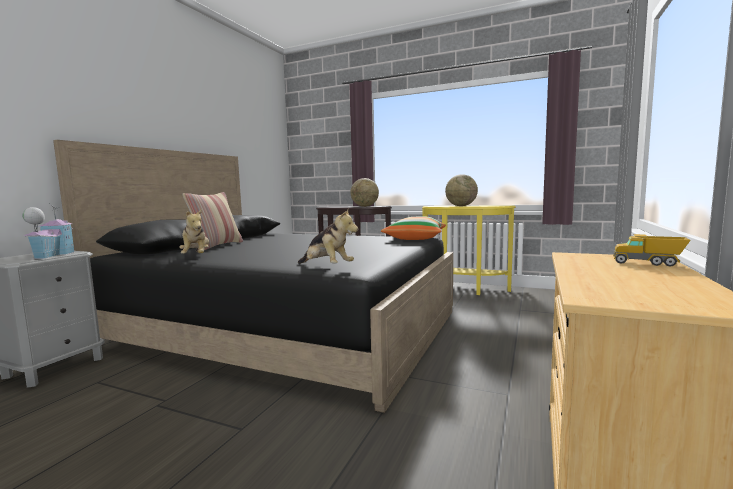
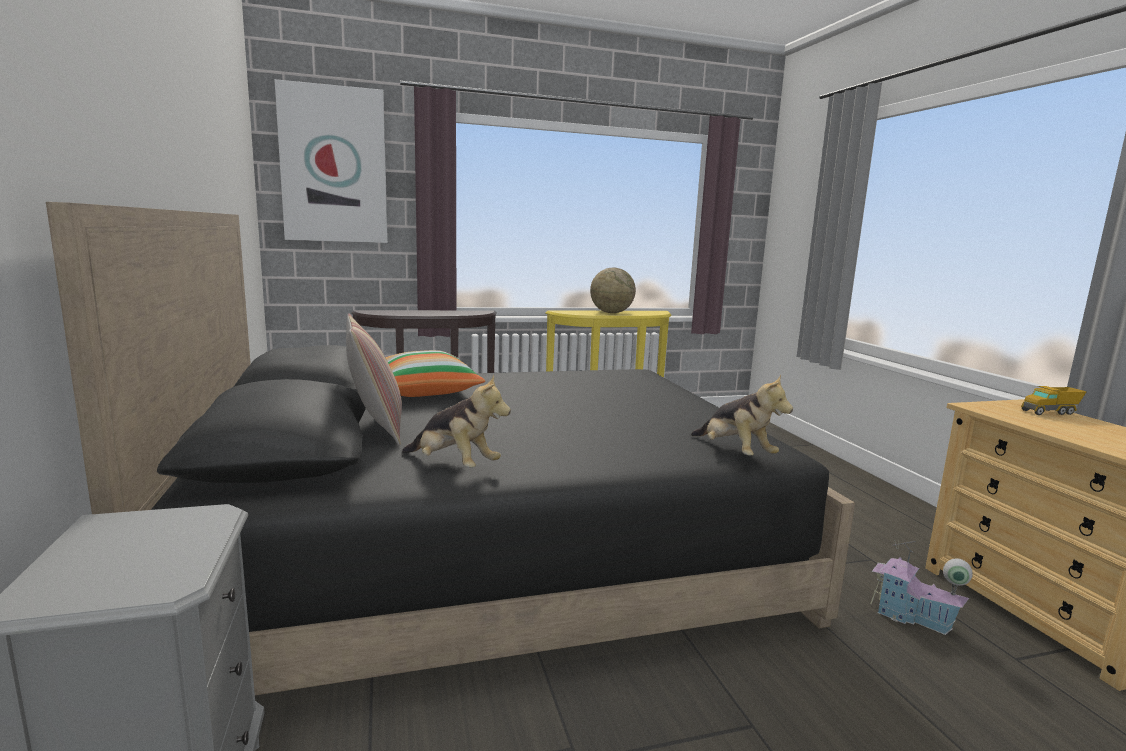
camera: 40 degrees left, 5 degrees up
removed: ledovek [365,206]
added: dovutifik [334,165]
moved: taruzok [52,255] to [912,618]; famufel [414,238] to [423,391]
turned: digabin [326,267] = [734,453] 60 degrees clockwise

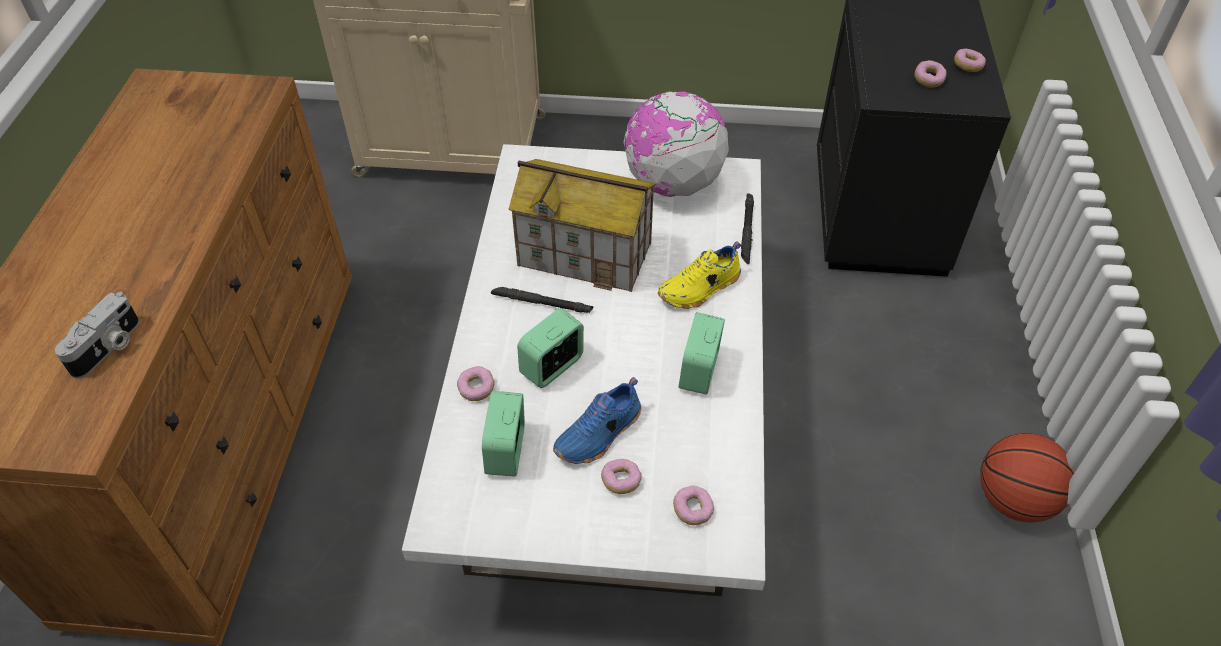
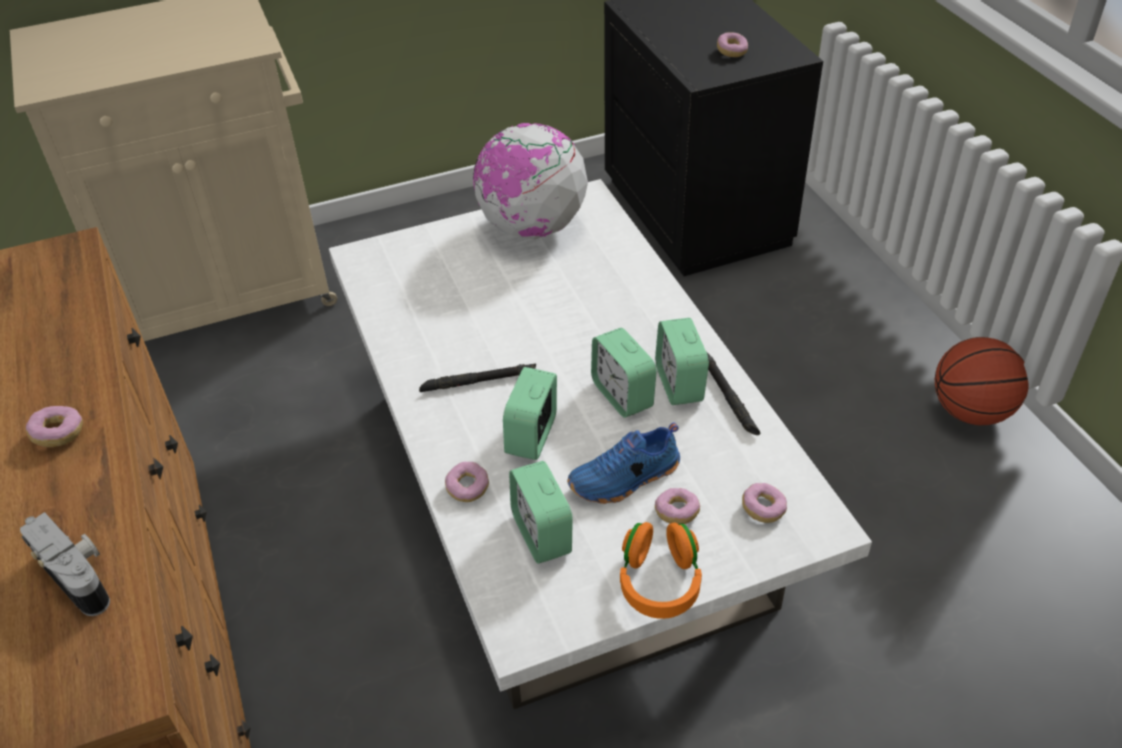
camera: 25 degrees left, 5 degrees down
removed: taruzok [586,254]; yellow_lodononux [700,289]
added: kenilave [622,395]; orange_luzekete [659,582]
moved: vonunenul [967,66] to [59,434]; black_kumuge [747,231] to [728,396]
turned: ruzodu [109,348] = [79,575] 45 degrees counterclockwise; blue_lodononux [600,435] = [625,479] 45 degrees clockwise

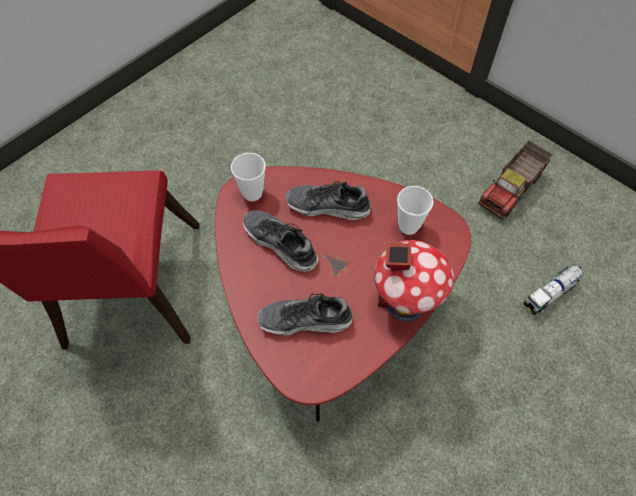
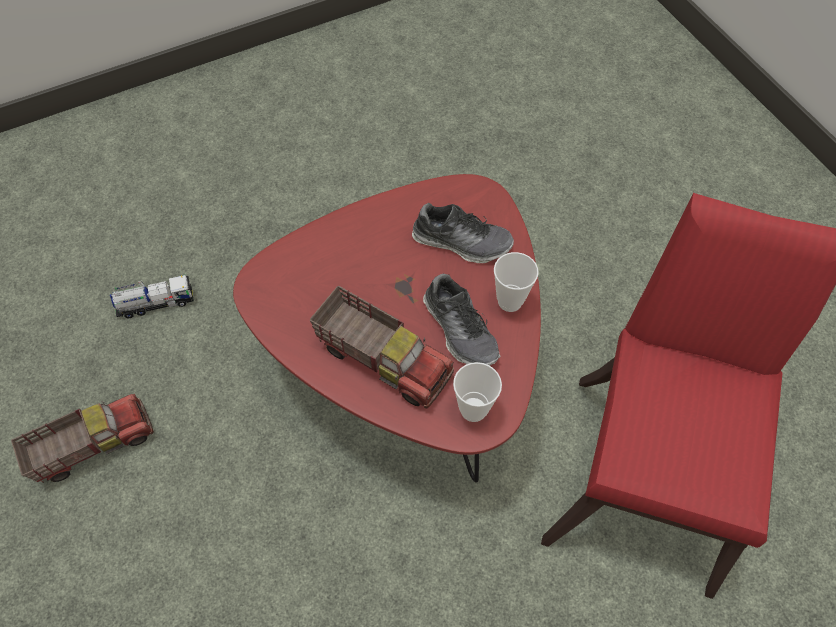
camera: 160 degrees left, 0 degrees up
removed: taruzok [405,303]
moved: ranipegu [408,226] to [510,301]
replaced: lodononux [328,206] to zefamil [384,358]

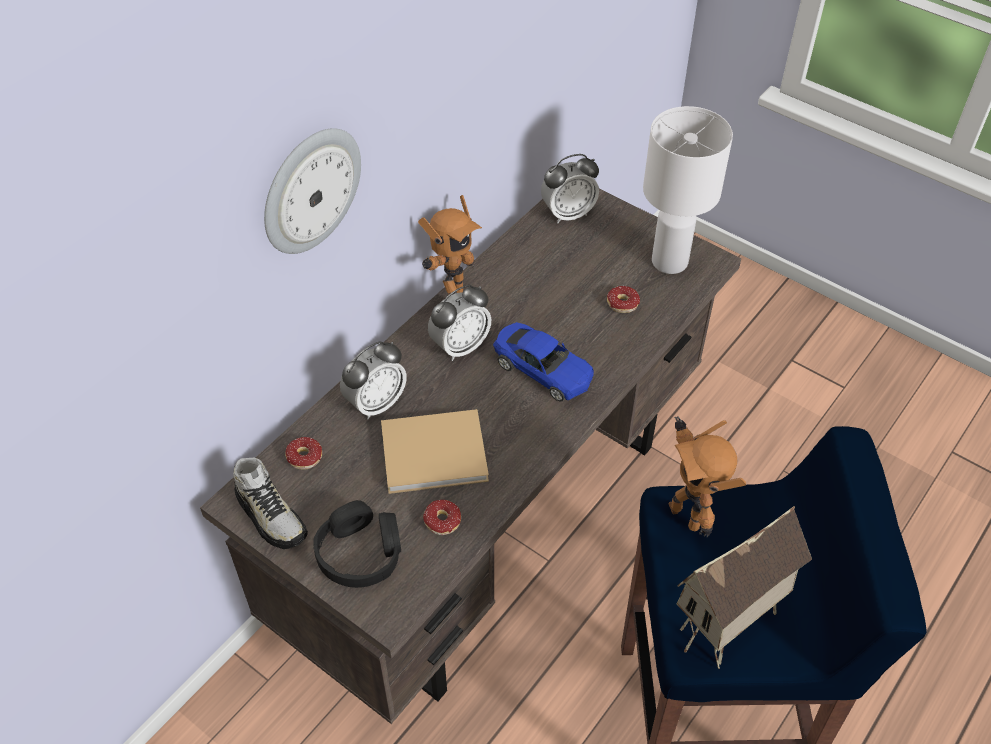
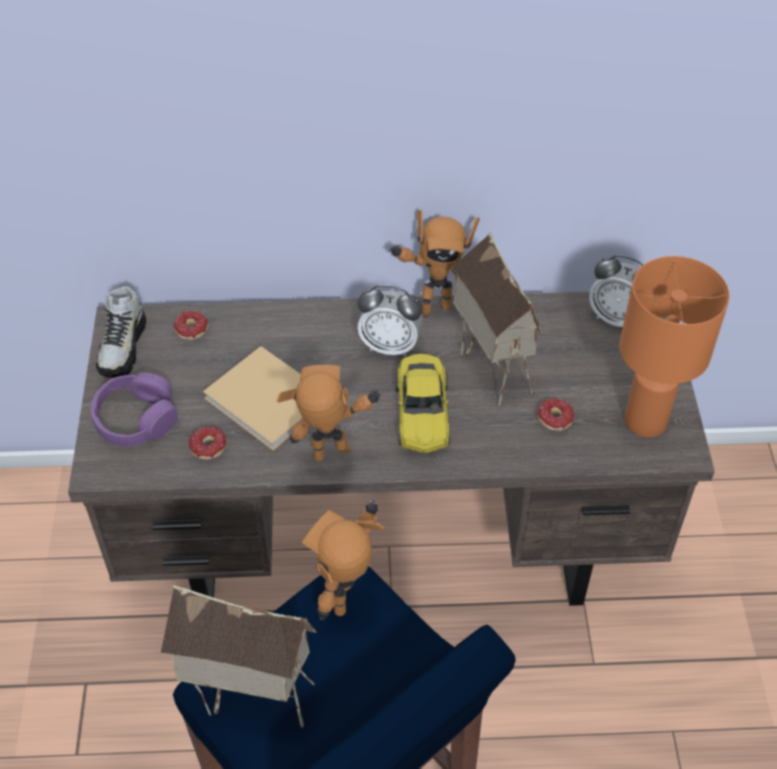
camera: 50 degrees right, 0 degrees up
removed: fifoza [310,190]; kenilave [376,403]
added: taruzok [490,368]; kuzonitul [334,458]
recoloured: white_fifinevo [671,261] to orange_fifinevo [646,421]; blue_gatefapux [543,369] to yellow_gatefapux [422,412]; black_luzekete [360,553] to purple_luzekete [136,419]

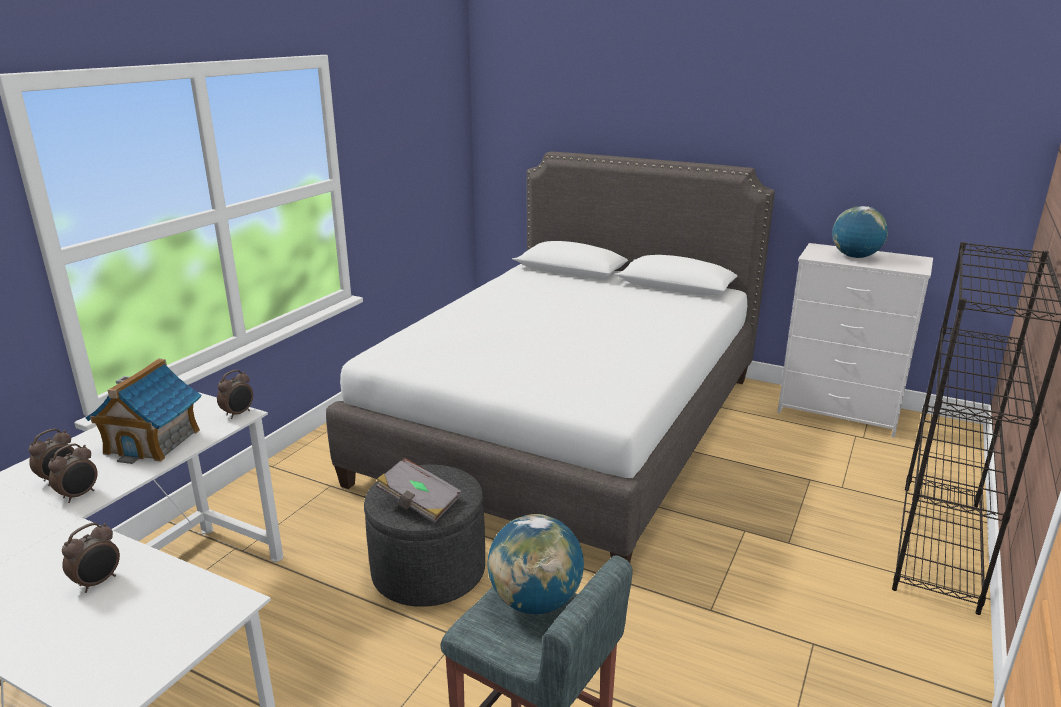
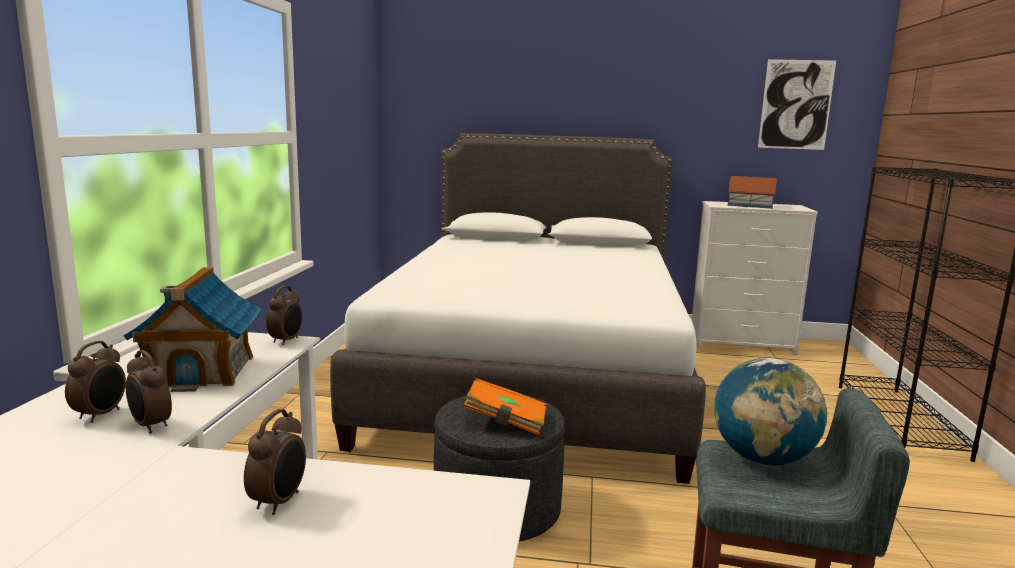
camera: 20 degrees left, 10 degrees down
added: dovutifik [796,105]
replaced: ledovek [855,257] to taruzok [749,205]
recoloured: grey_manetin [419,503] to orange_manetin [505,422]
turned: kenilave [79,495] = [150,426] 120 degrees clockwise

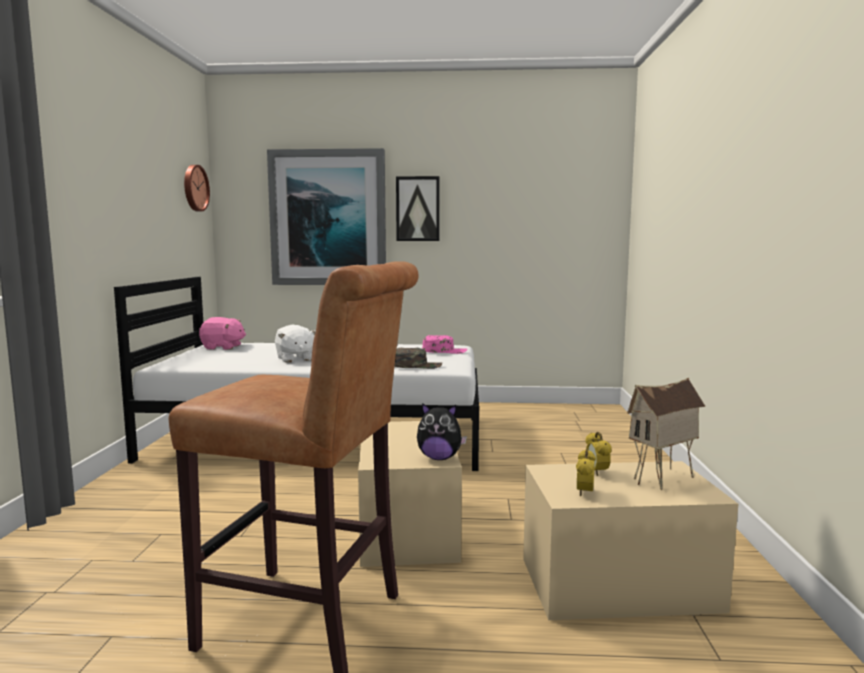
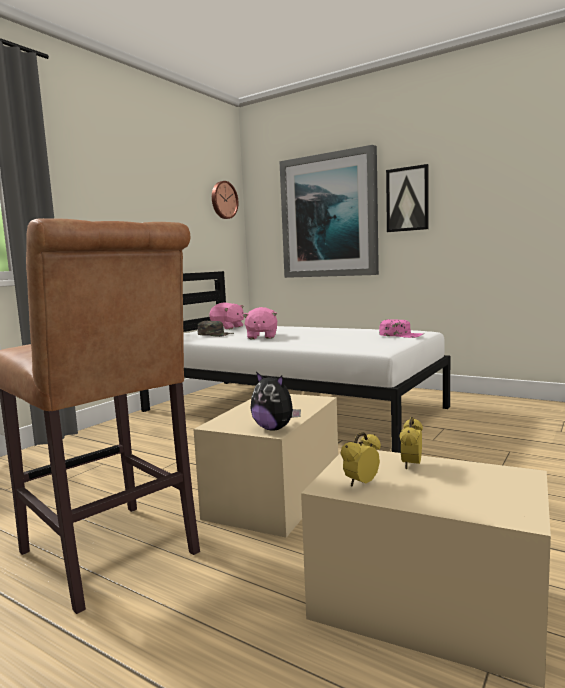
camera: 30 degrees right, 0 degrees up
removed: taruzok [663,481]
moved: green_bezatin [416,365] to [215,334]
recoloured: white_digabin [295,359] to pink_digabin [261,337]

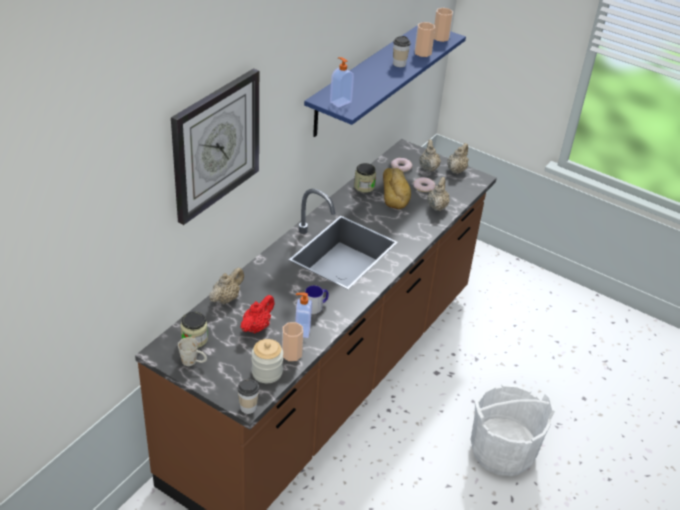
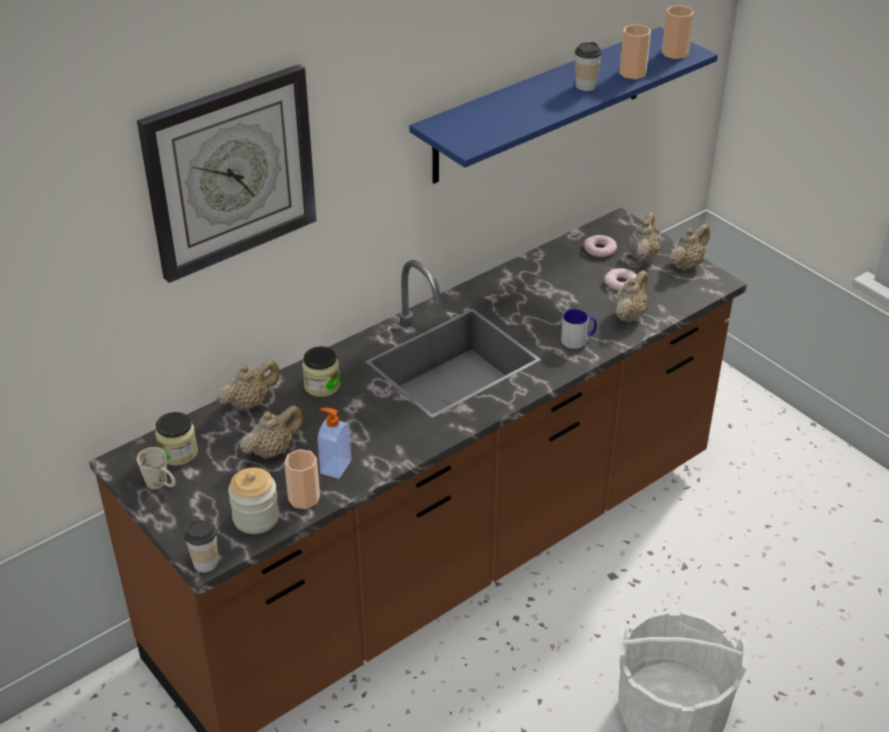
camera: 20 degrees right, 0 degrees up
removed: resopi [340,102]; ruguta [395,192]
moved: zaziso [364,186] to [322,385]; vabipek [316,306] to [578,340]
recoloured: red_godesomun [257,327] to beige_godesomun [273,450]

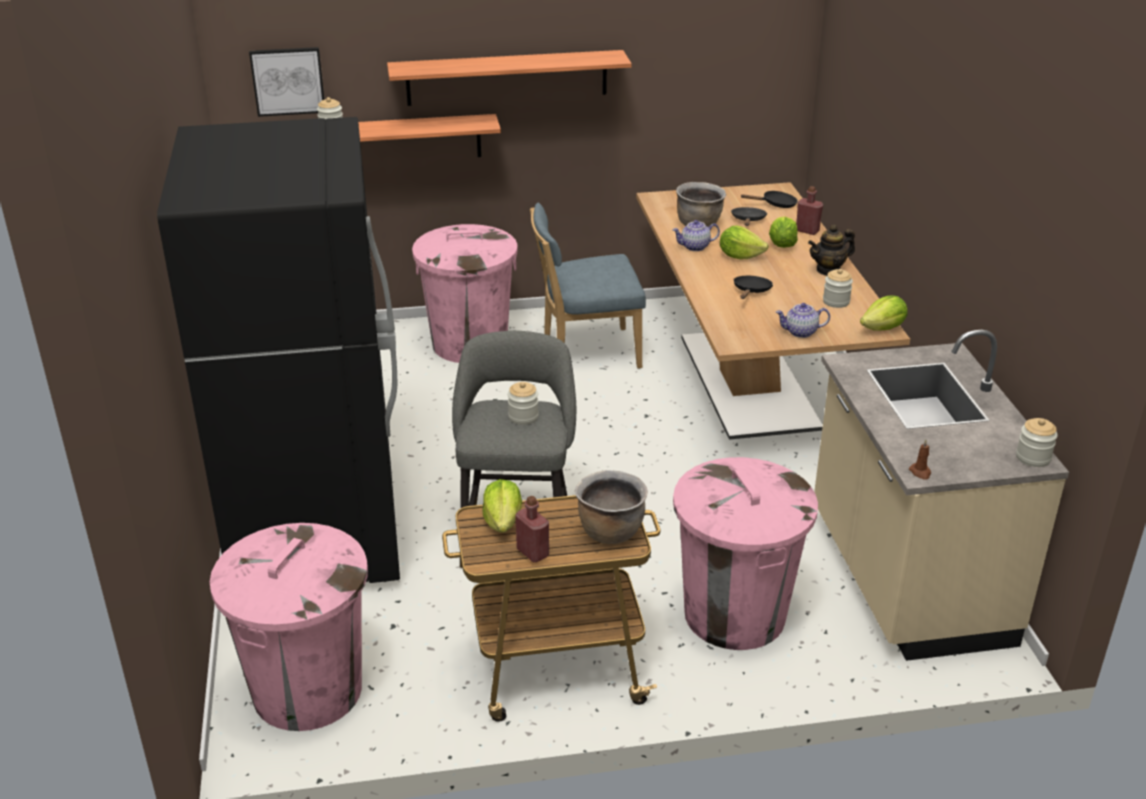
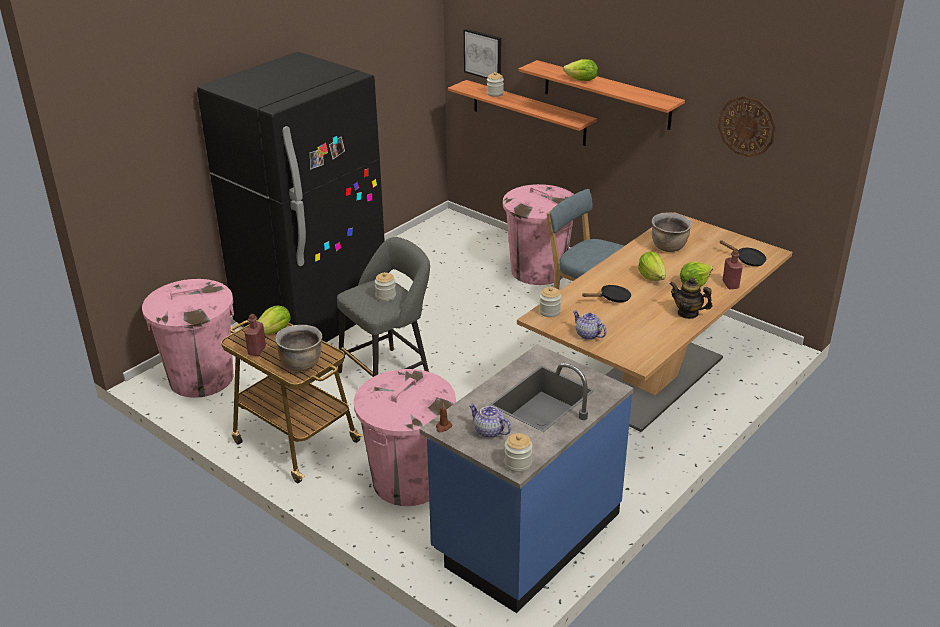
camera: 50 degrees right, 0 degrees up
removed: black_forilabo [748,220]
added: fifoza [747,126]
moved: godesomun [695,247] to [488,431]; zaziso [836,301] to [549,312]; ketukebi [883,328] to [582,80]
recoloured: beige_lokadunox [905,579] to blue_lokadunox [525,534]

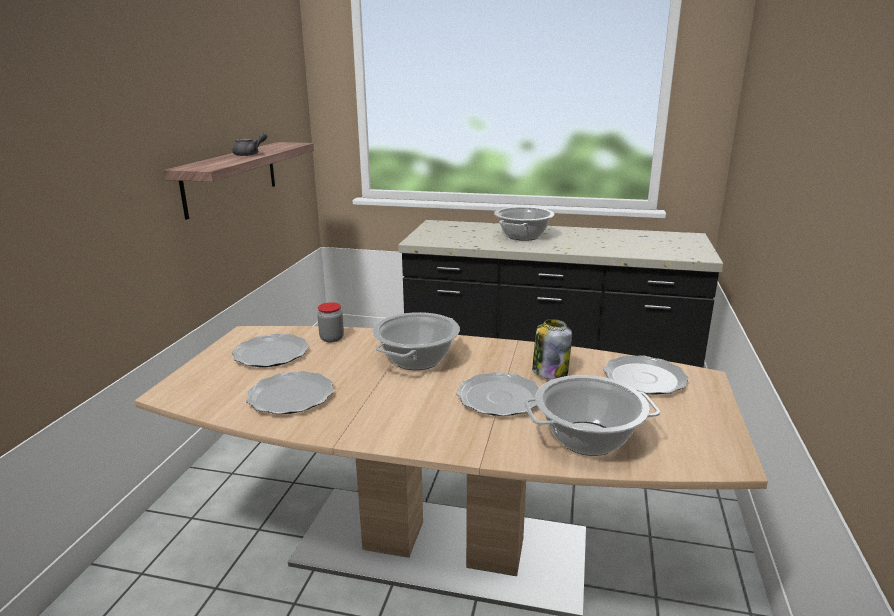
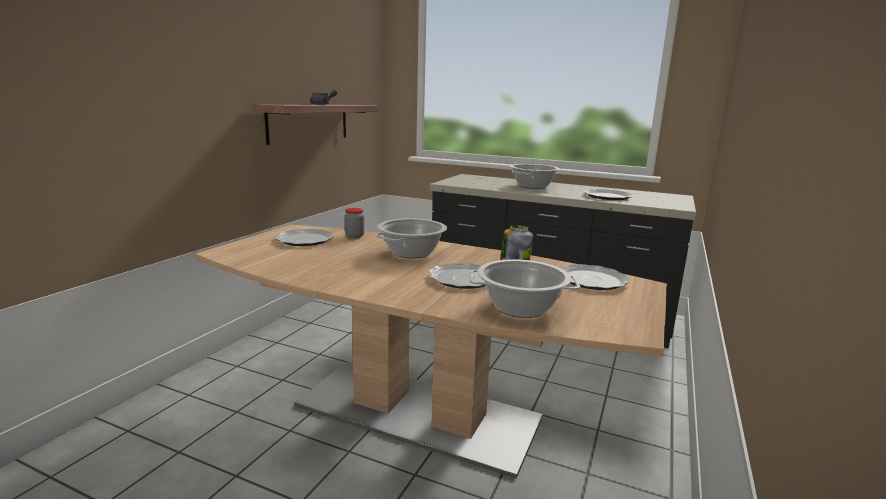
camera: 10 degrees right, 5 degrees down
moved: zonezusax [291,396] to [607,196]

